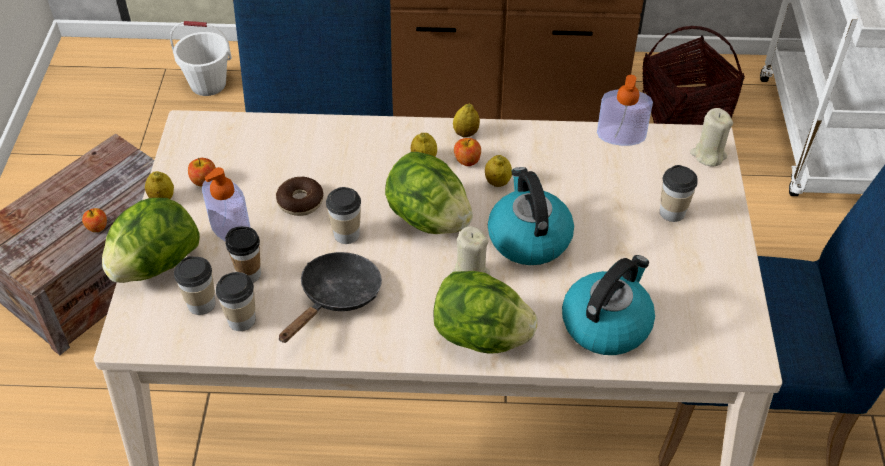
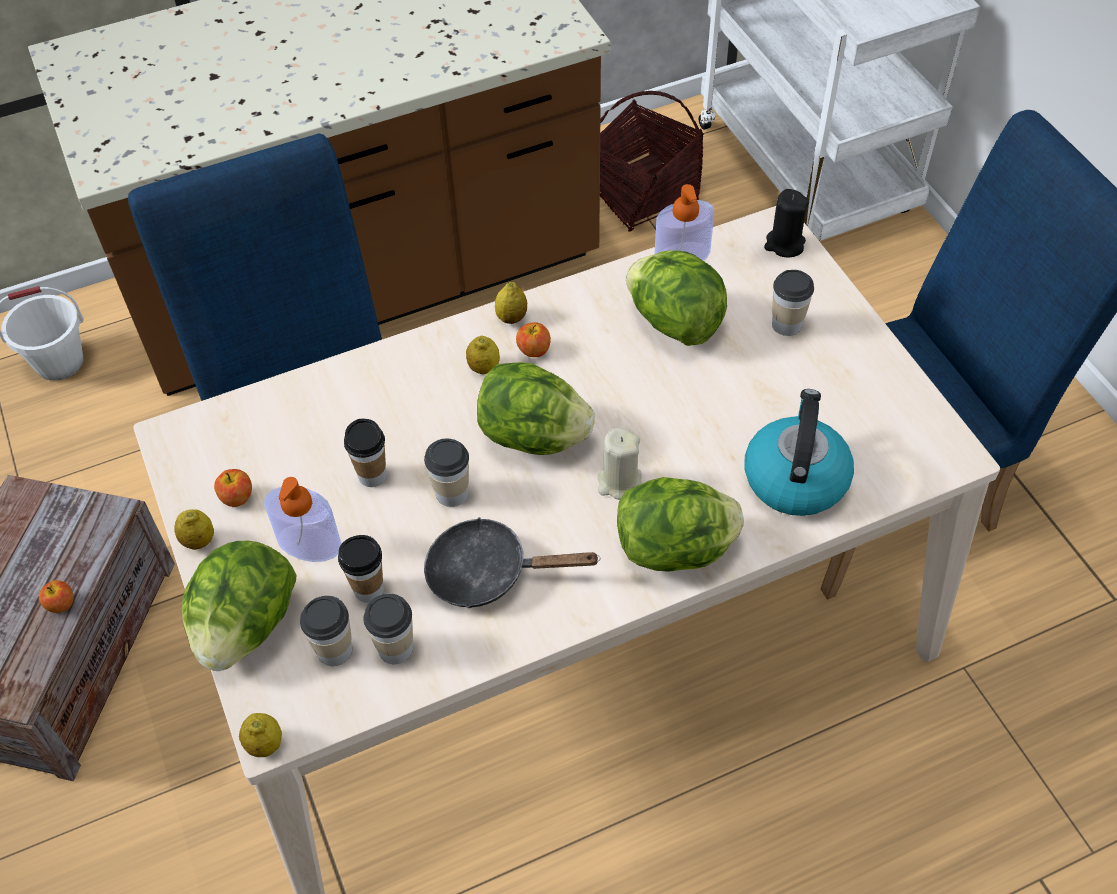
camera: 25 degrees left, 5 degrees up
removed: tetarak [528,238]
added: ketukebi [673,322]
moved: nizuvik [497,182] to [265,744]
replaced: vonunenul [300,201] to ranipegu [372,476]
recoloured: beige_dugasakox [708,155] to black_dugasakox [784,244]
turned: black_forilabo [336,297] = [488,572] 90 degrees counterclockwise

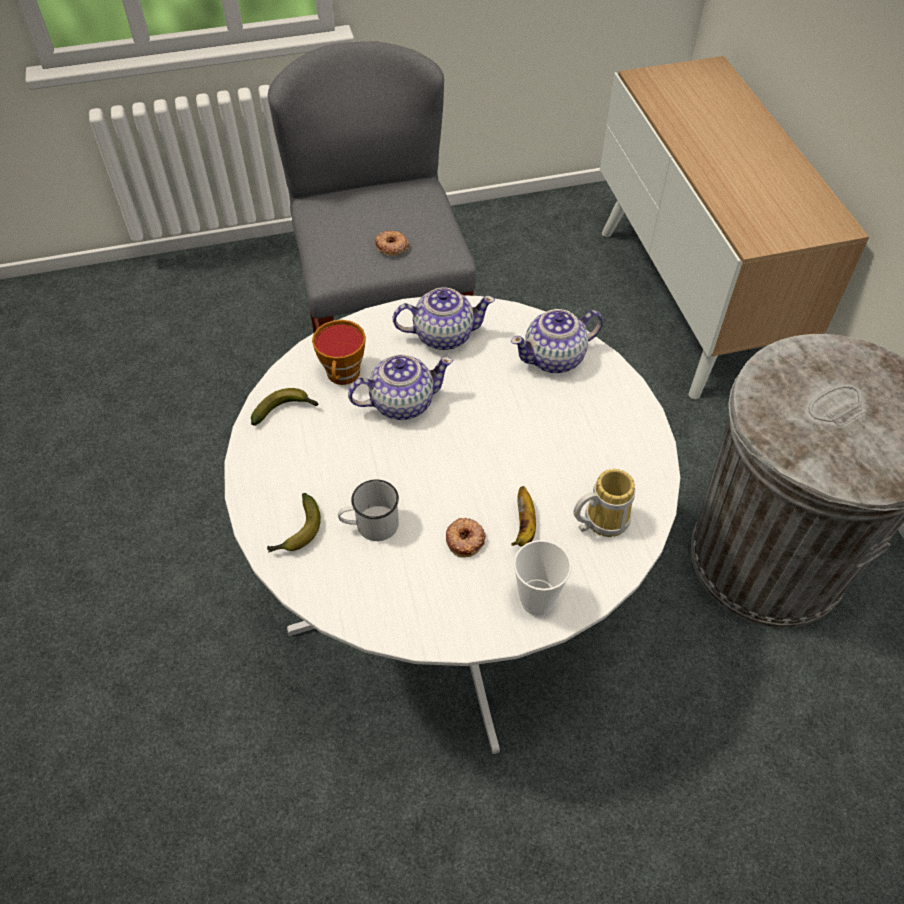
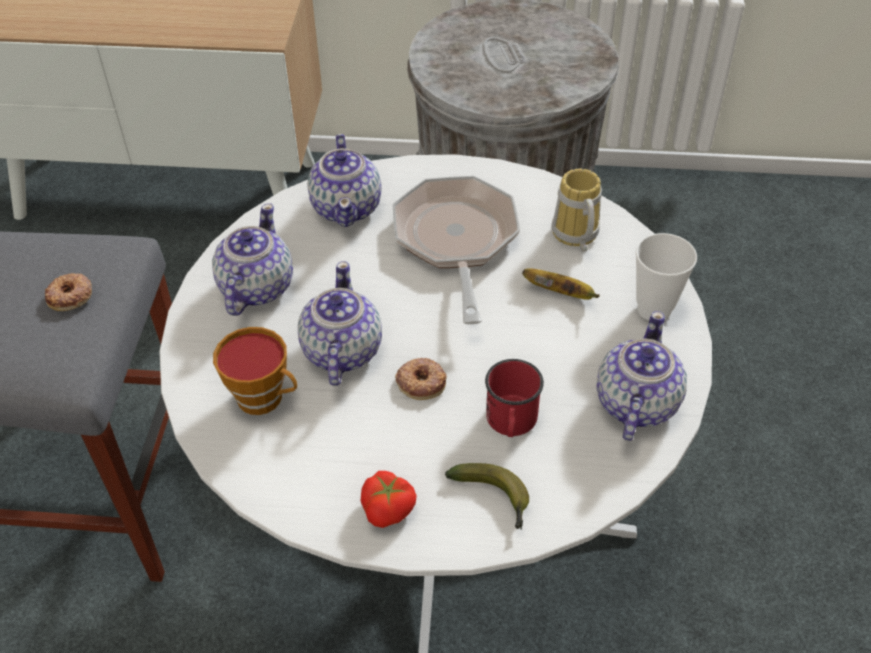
camera: 70 degrees left, 5 degrees down
removed: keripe [286,410]
added: forilabo [456,241]; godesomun [635,404]; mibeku [389,508]
moved: vonunenul [465,539] to [421,382]
recoloured: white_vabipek [370,525] to red_vabipek [511,423]

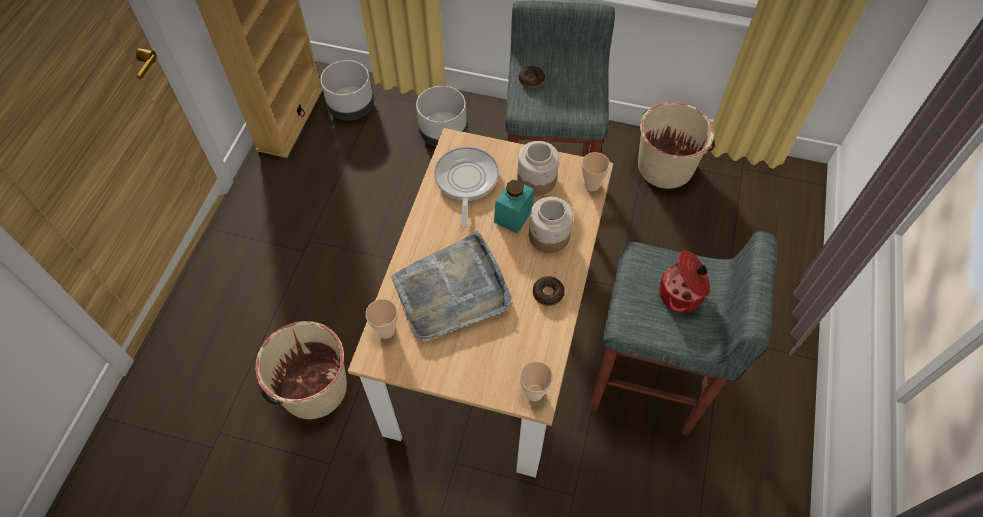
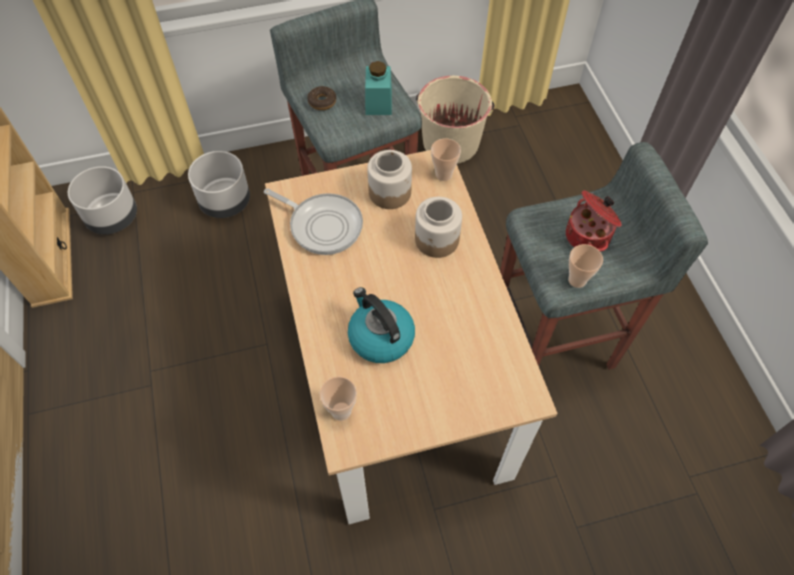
camera: 30 degrees left, 0 degrees up
removed: vonunenul [548,293]; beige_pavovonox [313,388]
moved: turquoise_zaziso [513,215] to [378,103]; ranipegu [534,392] to [577,280]
replaced: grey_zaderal [452,290] to tetarak [380,337]
turned: forilabo [466,181] = [322,225] 150 degrees clockwise

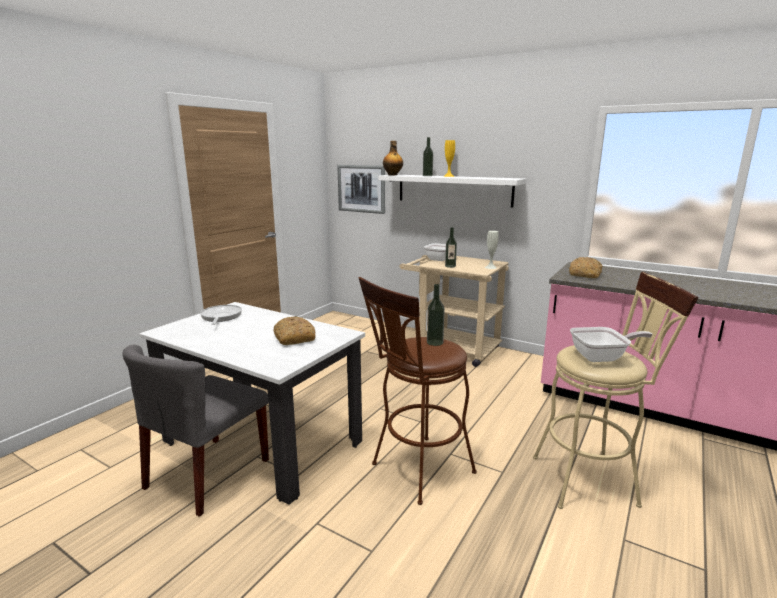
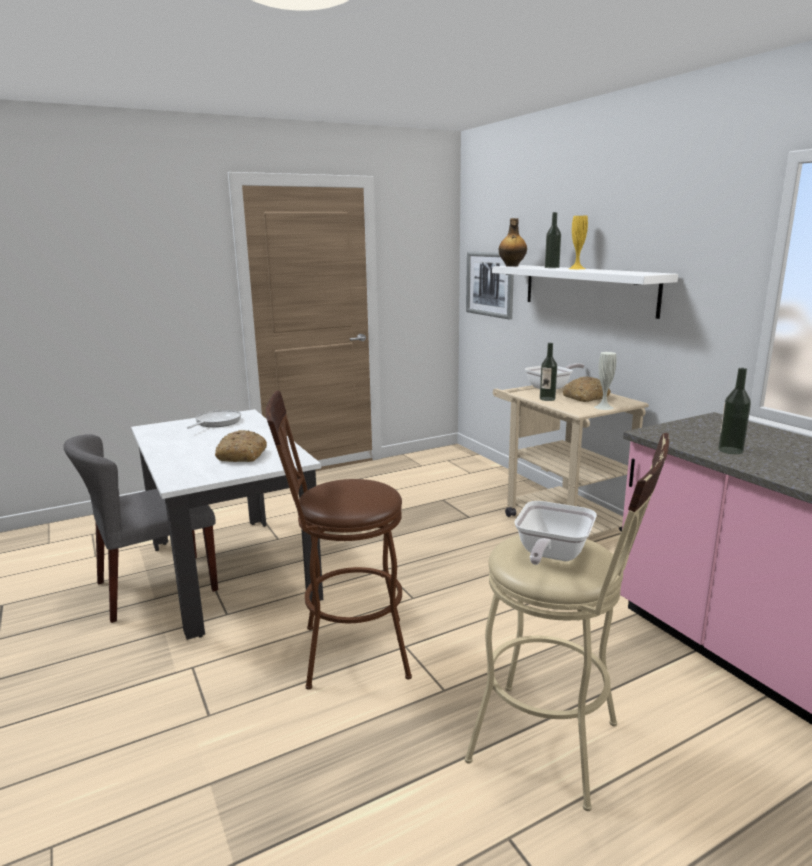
camera: 30 degrees right, 0 degrees up
moved: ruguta [585,274] to [585,397]; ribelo [434,342] to [730,450]
turned: forilabo [602,357] = [550,555] 90 degrees clockwise

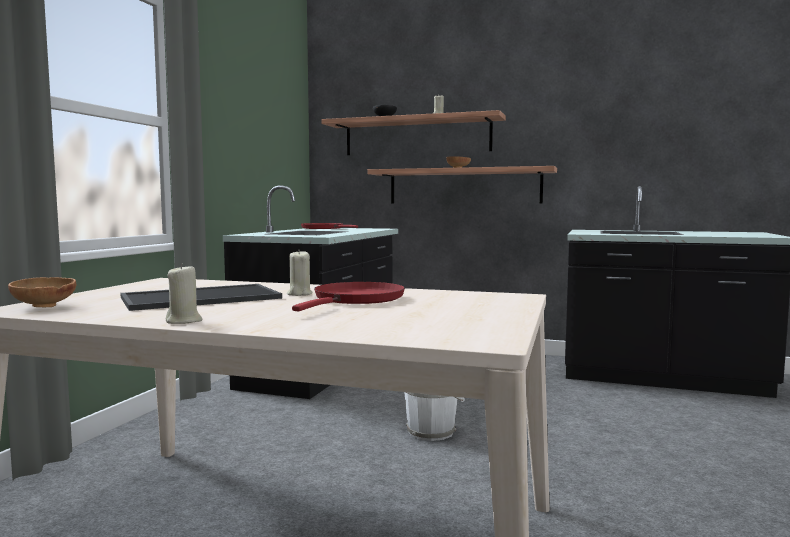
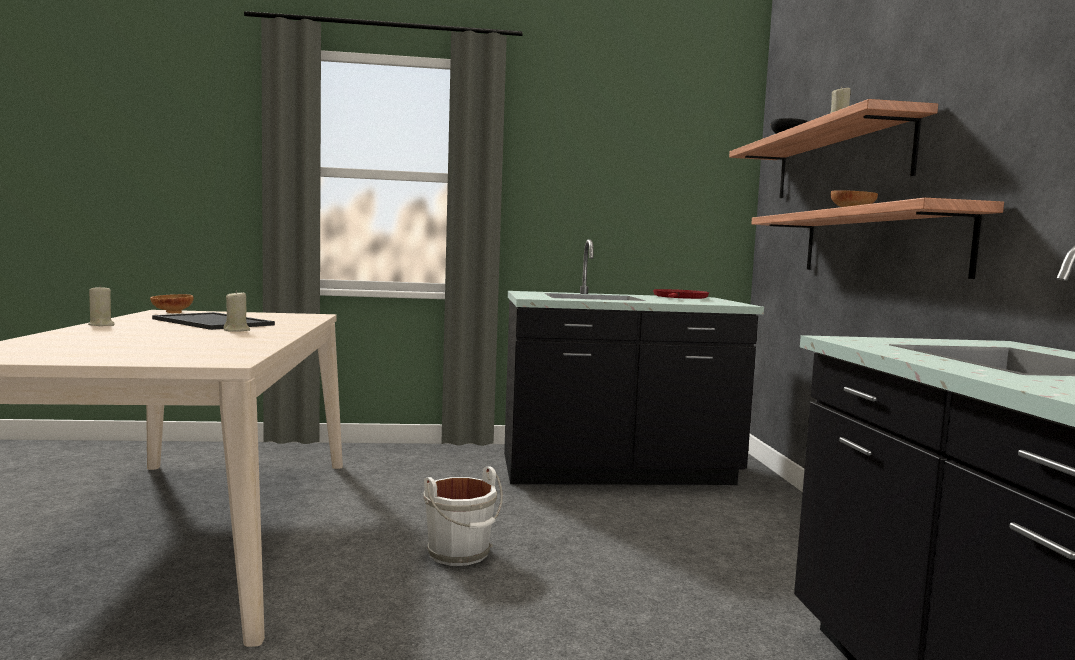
camera: 65 degrees right, 0 degrees up
removed: red_forilabo [356,300]

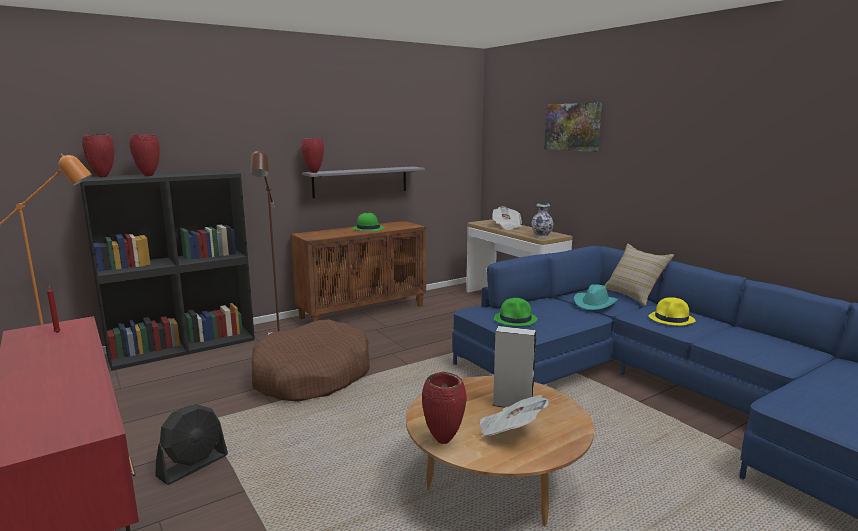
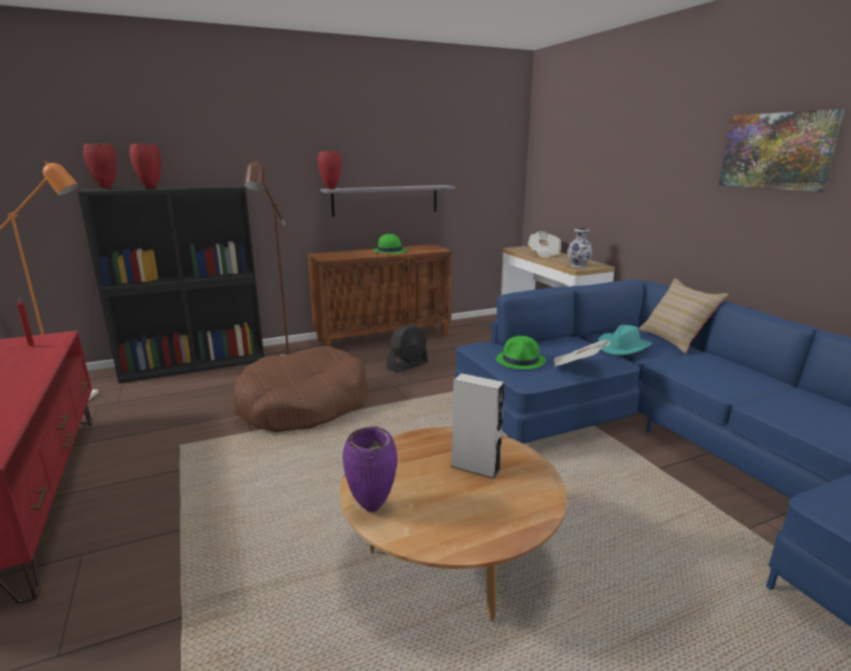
camera: 10 degrees right, 5 degrees up
removed: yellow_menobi [671,319]
moved: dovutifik [572,127] to [777,151]; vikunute [510,432] to [577,366]; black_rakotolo [193,465] to [408,365]
recoloured: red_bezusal [444,441] to purple_bezusal [373,508]

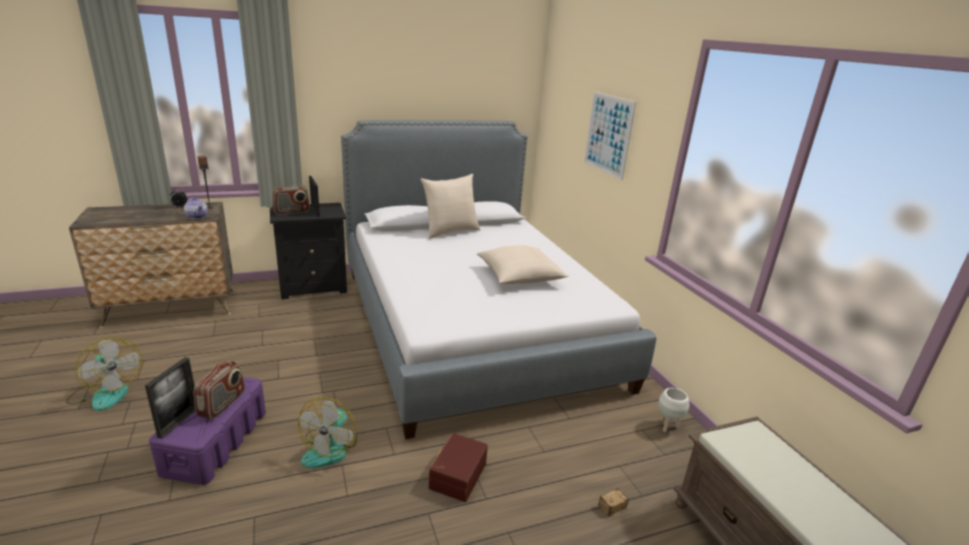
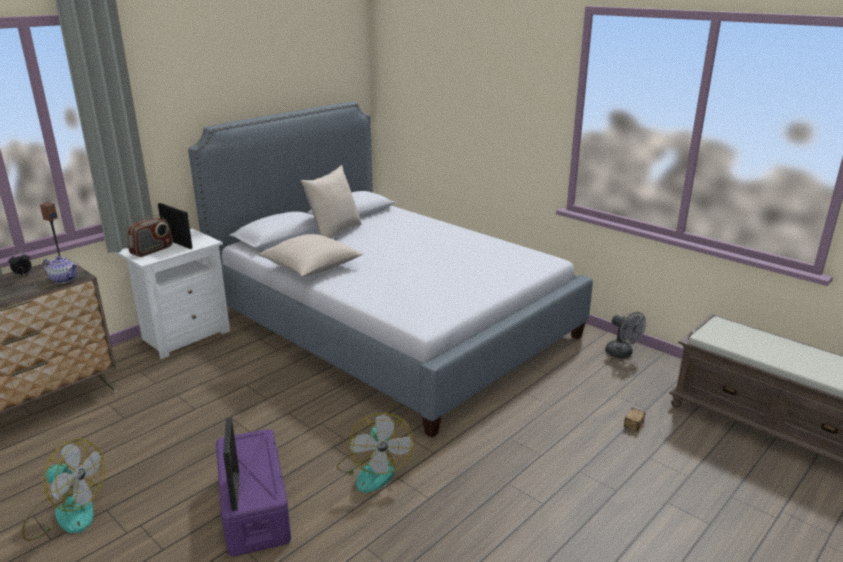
camera: 25 degrees left, 0 degrees up
removed: dovutifik [608,134]; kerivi [222,404]; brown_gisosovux [456,475]
moved: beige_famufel [519,277] to [311,267]
replaced: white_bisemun [668,426] to grey_rakotolo [622,354]
recoloured: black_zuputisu [313,286] to white_zuputisu [184,335]

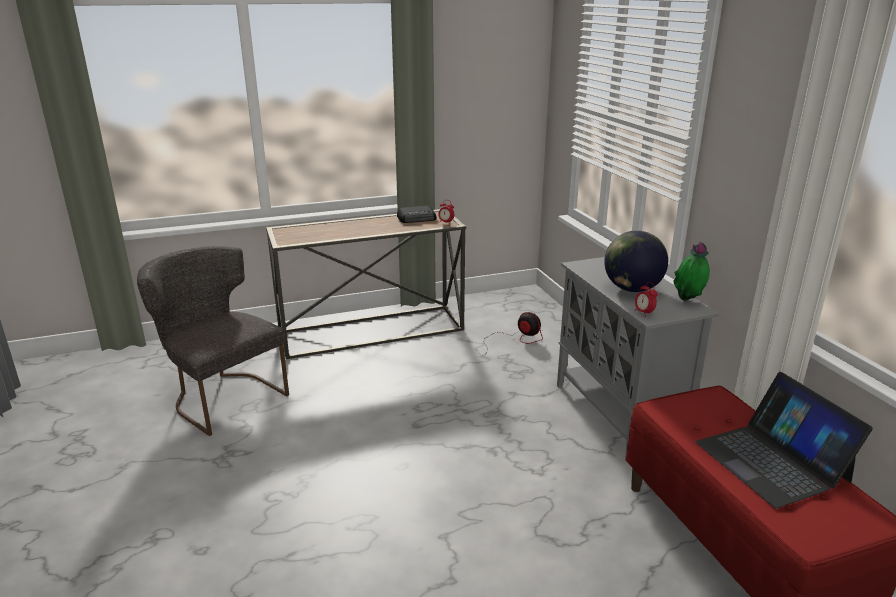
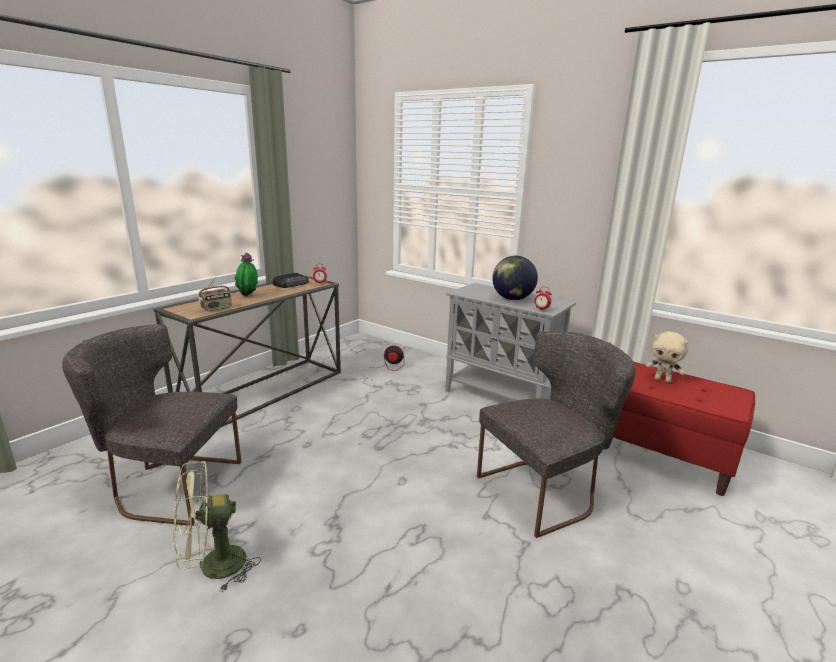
camera: 35 degrees left, 5 degrees down
added: kerivi [216,308]; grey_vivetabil [545,490]; green_rakotolo [213,567]
moved: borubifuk [688,301] to [248,296]
replaced: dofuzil [772,461] to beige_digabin [663,380]

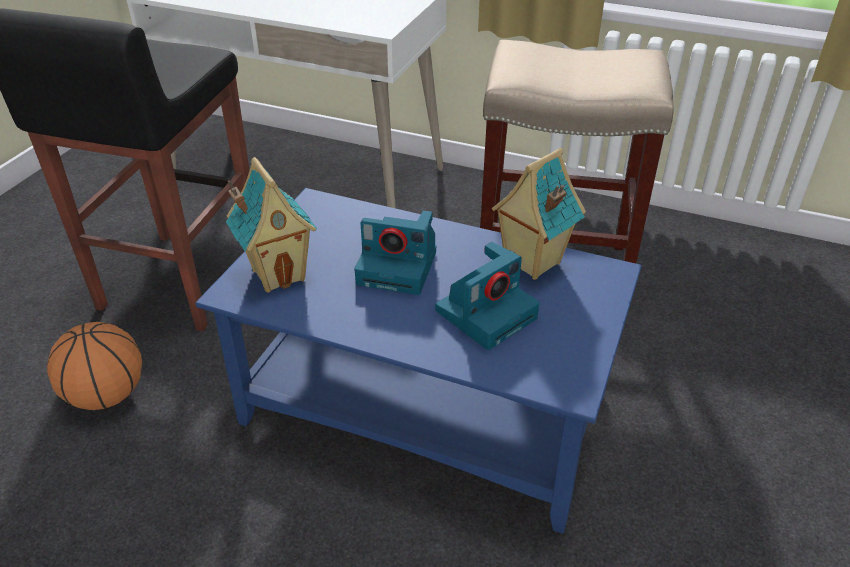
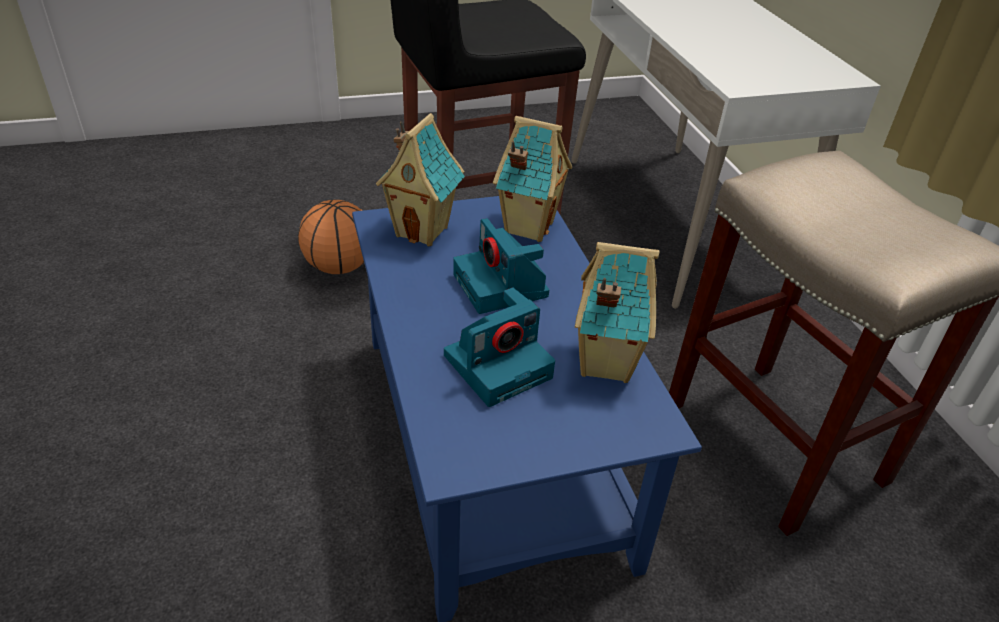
camera: 50 degrees right, 0 degrees up
added: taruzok [527,227]
turned: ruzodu [486,313] = [499,365] 45 degrees counterclockwise

